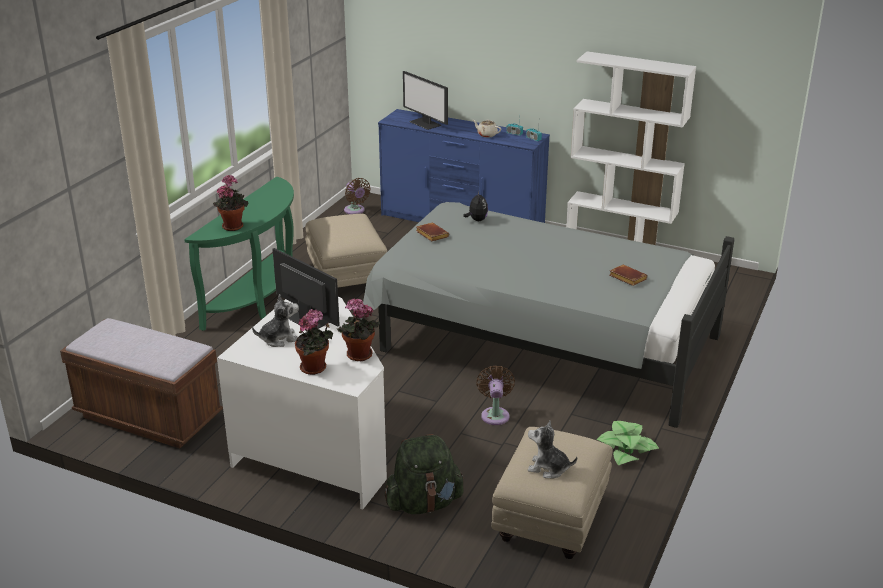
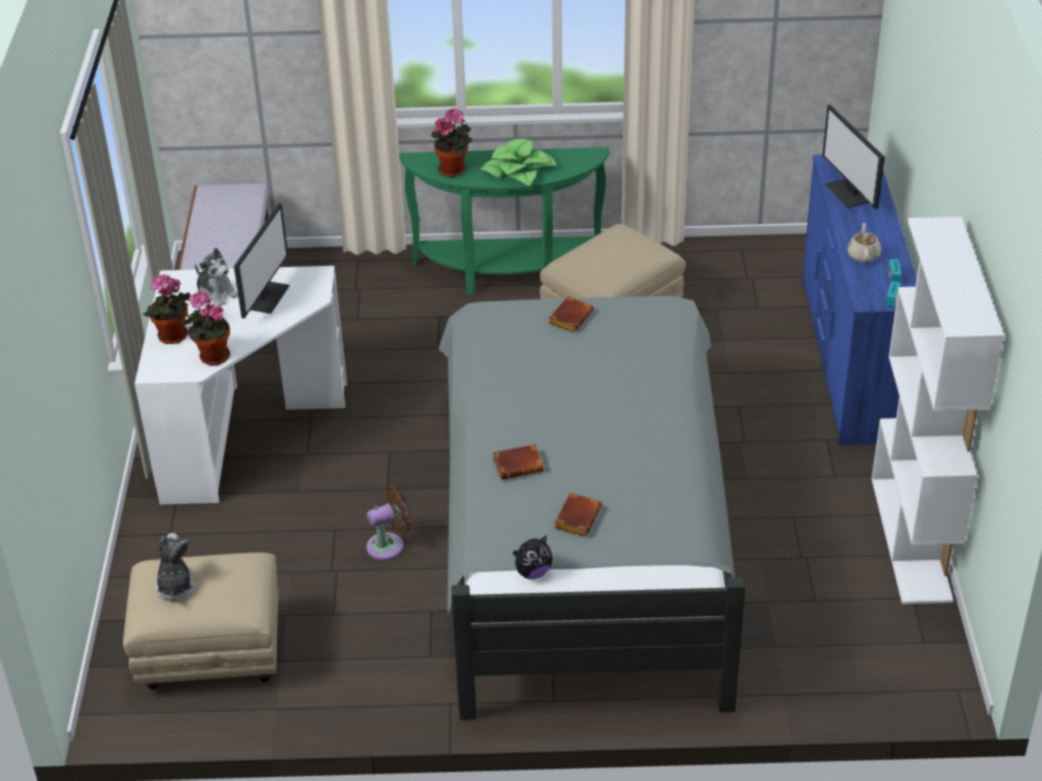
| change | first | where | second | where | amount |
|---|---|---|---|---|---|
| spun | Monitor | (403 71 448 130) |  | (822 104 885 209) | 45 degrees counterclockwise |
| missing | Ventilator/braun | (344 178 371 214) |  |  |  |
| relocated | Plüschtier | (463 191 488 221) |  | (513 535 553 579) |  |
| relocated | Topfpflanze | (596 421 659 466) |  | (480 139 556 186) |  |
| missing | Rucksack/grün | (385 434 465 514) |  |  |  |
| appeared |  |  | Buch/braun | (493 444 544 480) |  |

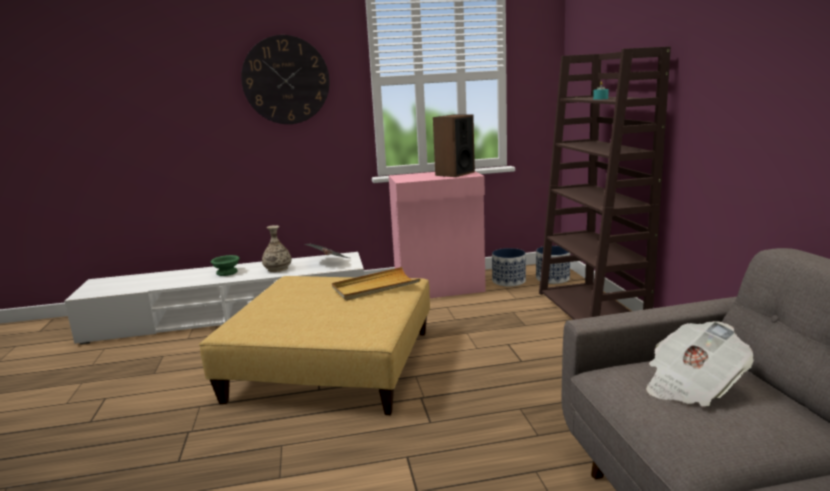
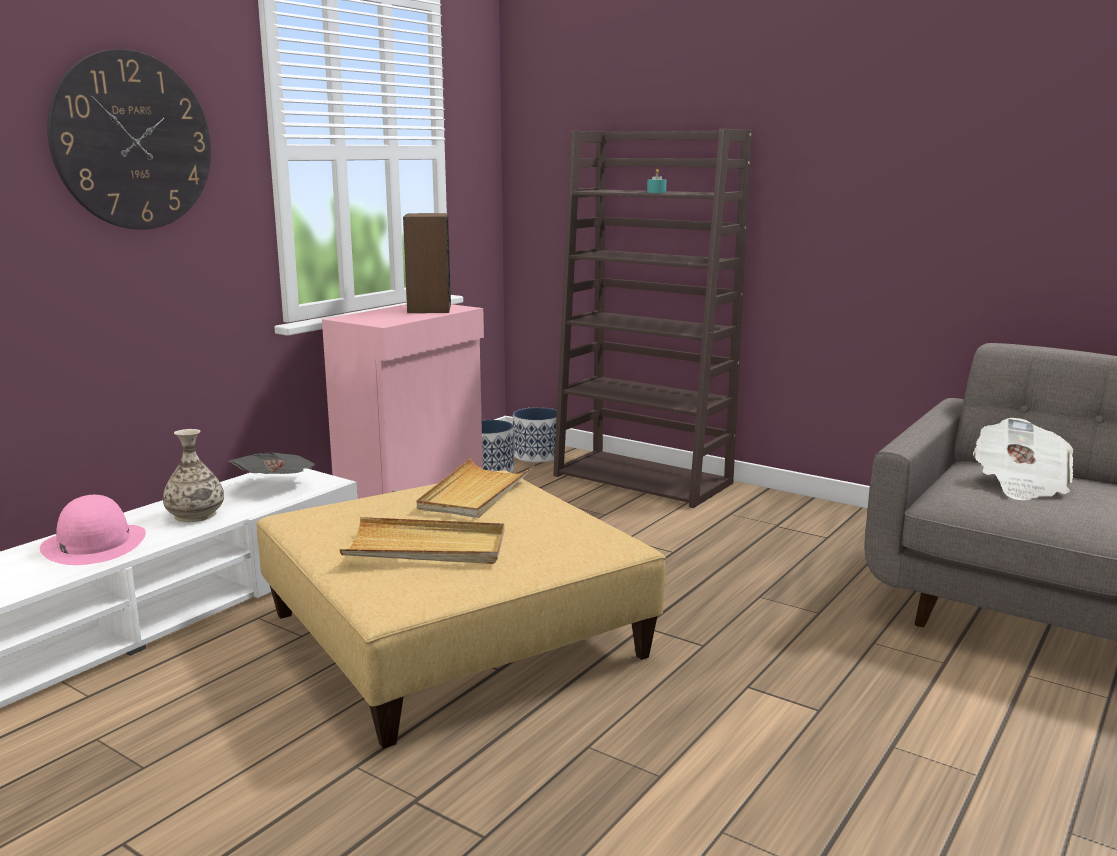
| change | first | where | second | where | amount |
|---|---|---|---|---|---|
| exchanged | Schüssel/grün | (211 255 240 276) | Hut/rosa | (40 495 146 565) |  |
| appeared |  |  | Tablett/beige | (339 517 505 564) |  |

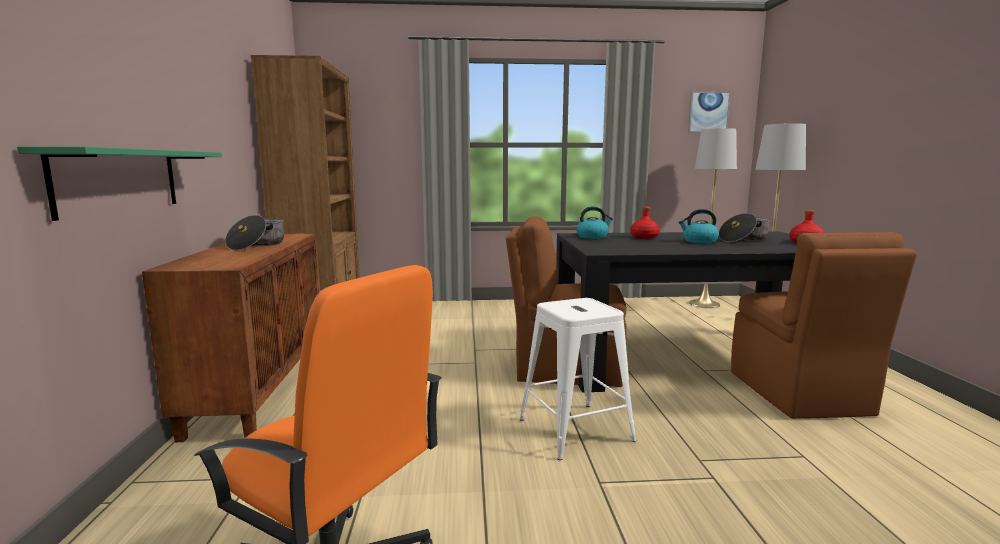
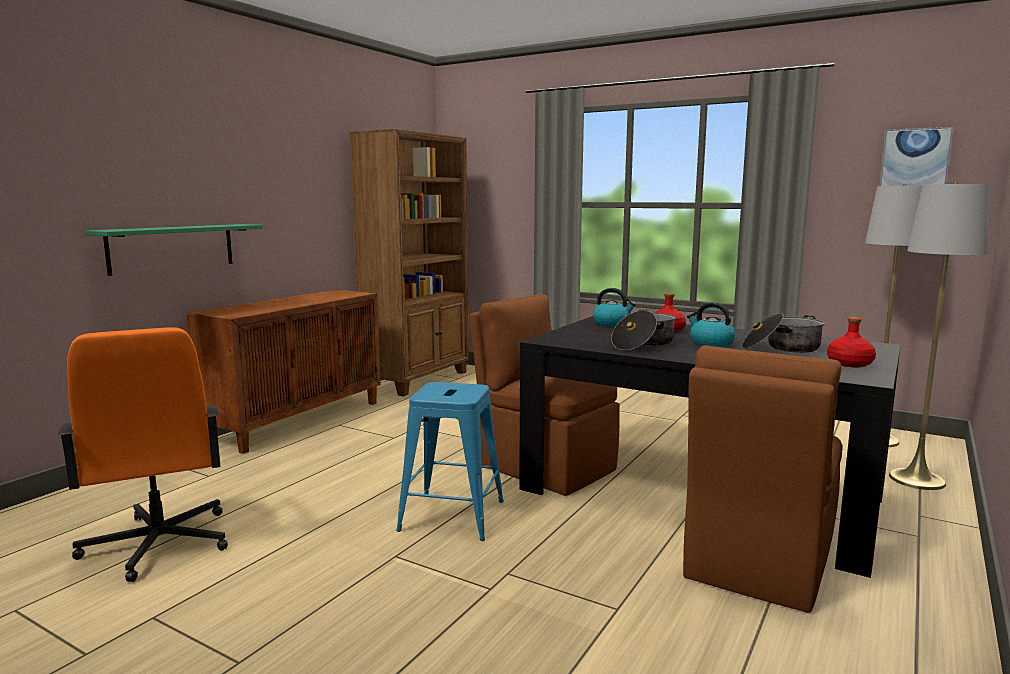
| change | first | where | second | where | amount |
|---|---|---|---|---|---|
| relocated | Kochtopf | (225 215 284 250) |  | (611 309 676 351) |  |
| colour | Hocker/weiß | (519 298 636 460) | Hocker/blau | (396 382 504 541) |  |

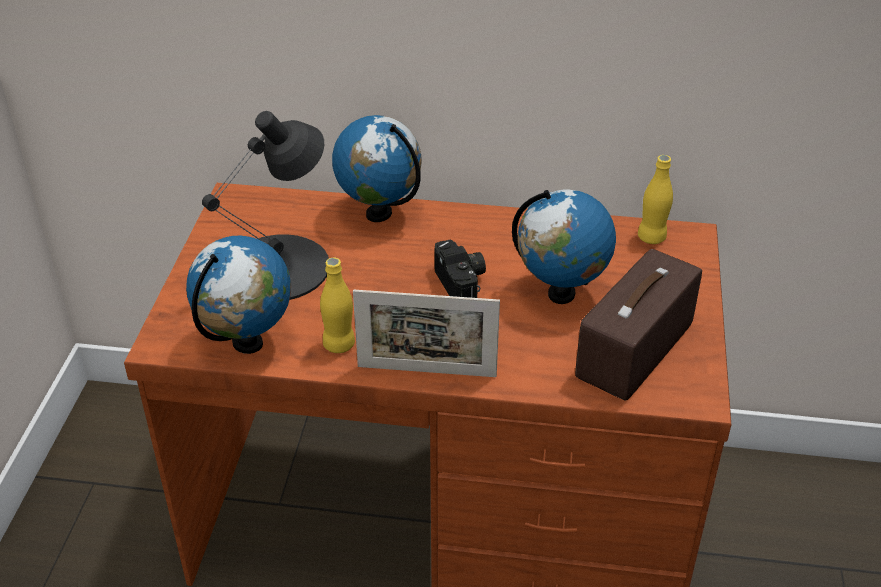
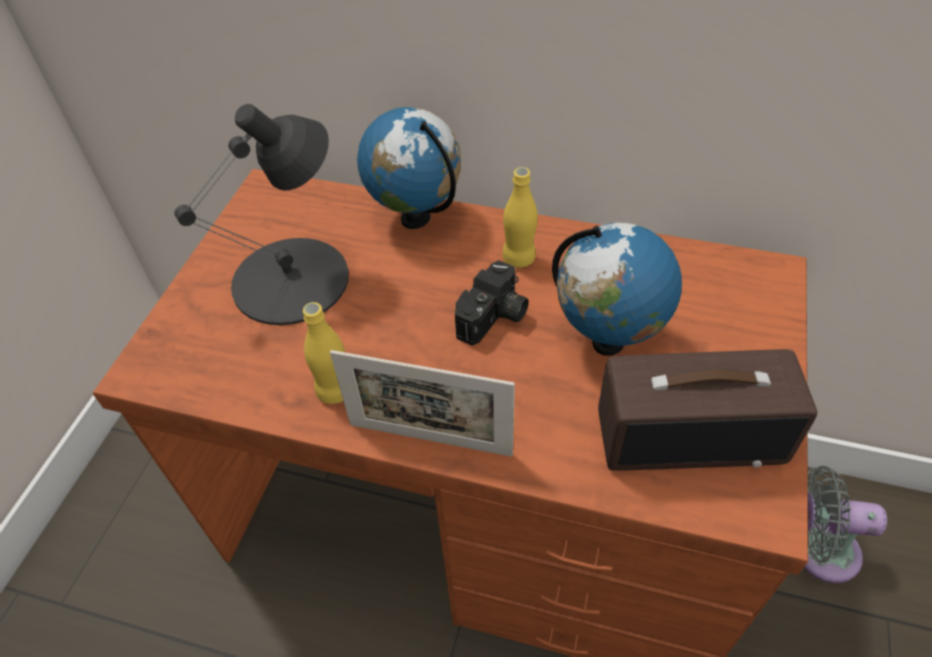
| change | first | where | second | where | amount |
|---|---|---|---|---|---|
| relocated | Flasche/gelb | (638 155 673 244) |  | (502 167 538 268) |  |
| missing | Globus | (186 236 291 354) |  |  |  |
| spun | Kamera | (434 239 486 298) |  | (455 260 529 346) | 45 degrees clockwise |
| spun | Radio | (575 249 702 401) |  | (598 349 817 471) | 135 degrees counterclockwise |
| appeared |  |  | Ventilator/grau | (804 466 887 583) |  |

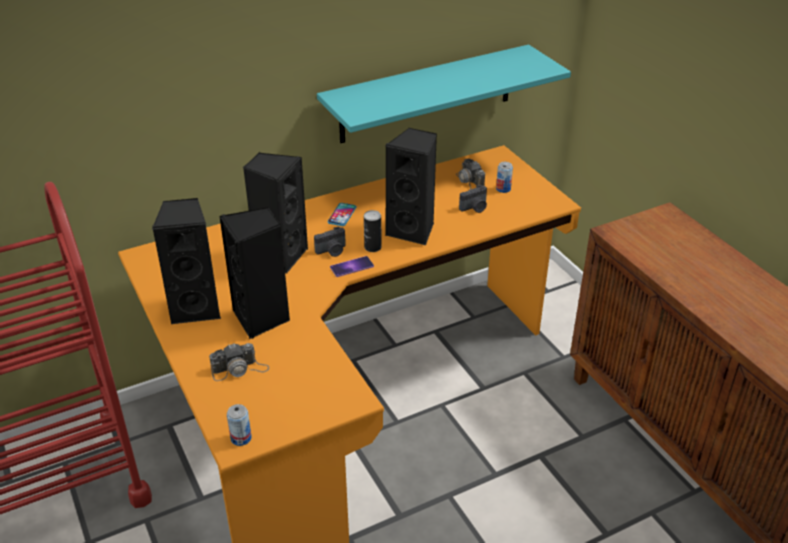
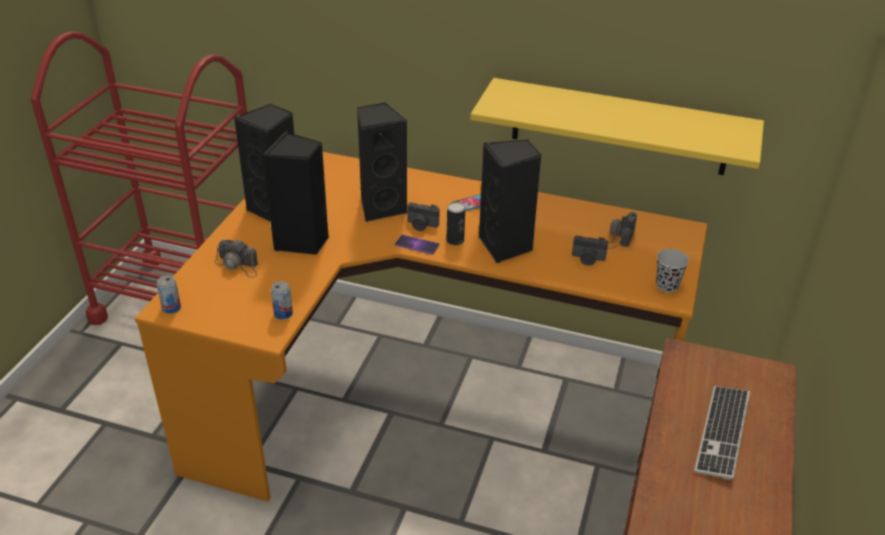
| change | first | where | second | where | amount |
|---|---|---|---|---|---|
| colour | Wandregal/türkis | (317 45 571 143) | Wandregal/gelb | (470 78 764 175) |  |
| relocated | Dose | (496 162 513 193) |  | (271 281 293 319) |  |
| appeared |  |  | Tasse/schwarz | (656 249 689 292) |  |
| appeared |  |  | Tastatur | (694 386 750 480) |  |

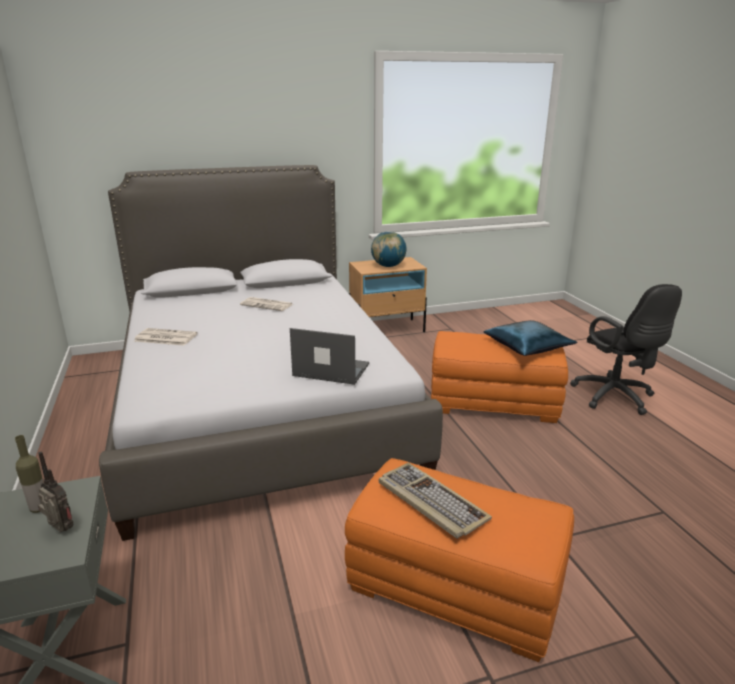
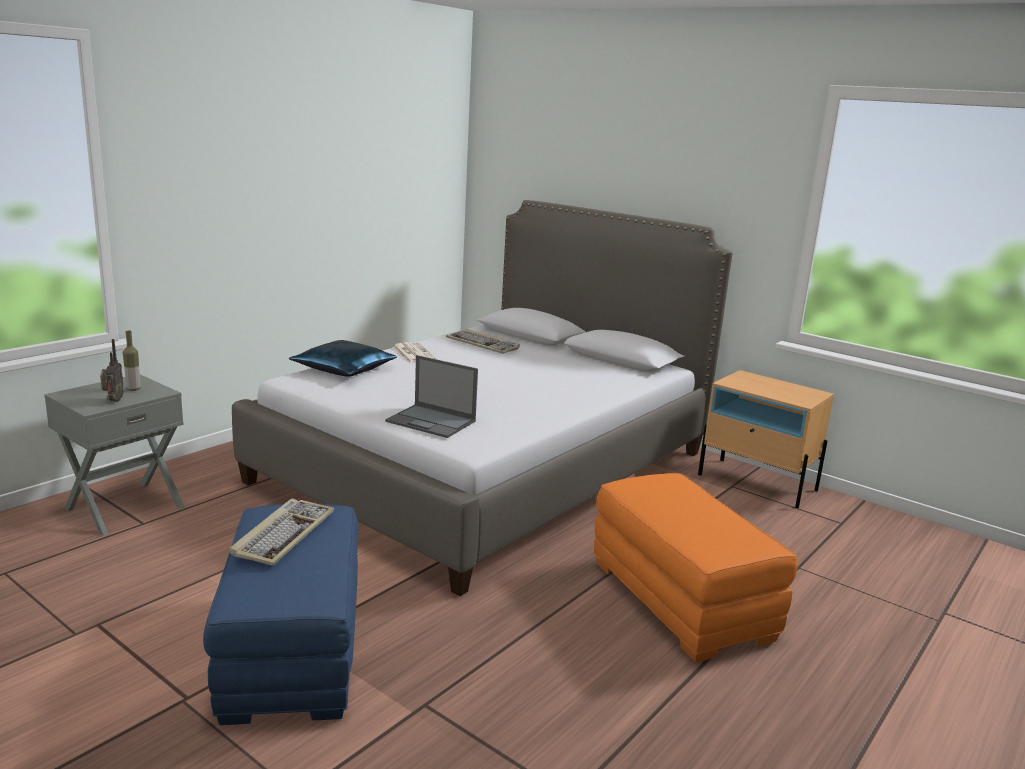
| change | first | where | second | where | amount |
|---|---|---|---|---|---|
| missing | Globus | (371 231 406 267) |  |  |  |
| missing | Bürostuhl/schwarz | (570 284 682 415) |  |  |  |
| missing | Zeitung | (240 297 292 311) |  |  |  |
| relocated | Kissen/blau | (484 320 578 356) |  | (289 340 397 377) |  |
| spun | Laptop | (290 328 369 385) |  | (385 355 478 438) | 135 degrees clockwise |
| colour | Polsterhocker/orange | (345 458 574 662) | Polsterhocker/blau | (203 504 358 725) |  |
| appeared |  |  | Tastatur | (446 329 520 354) |  |

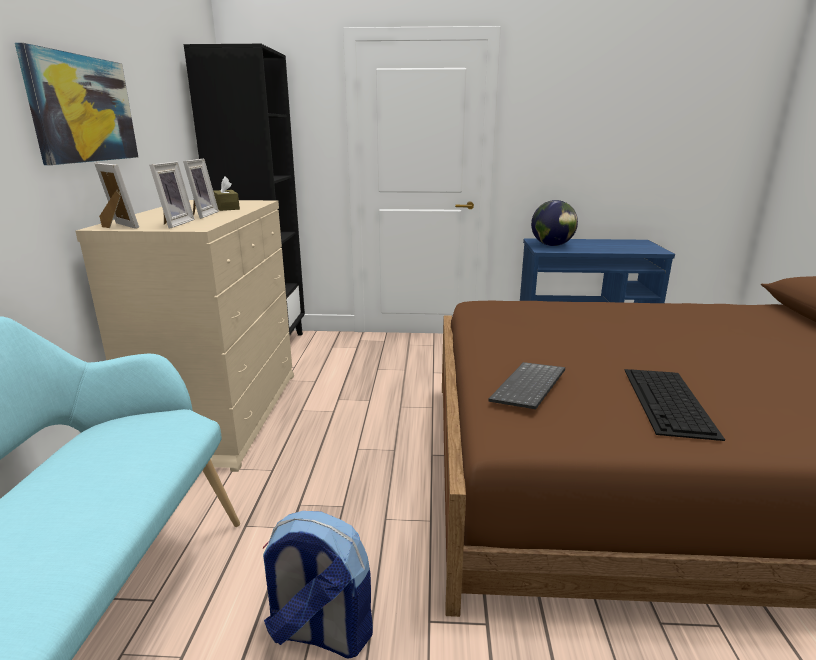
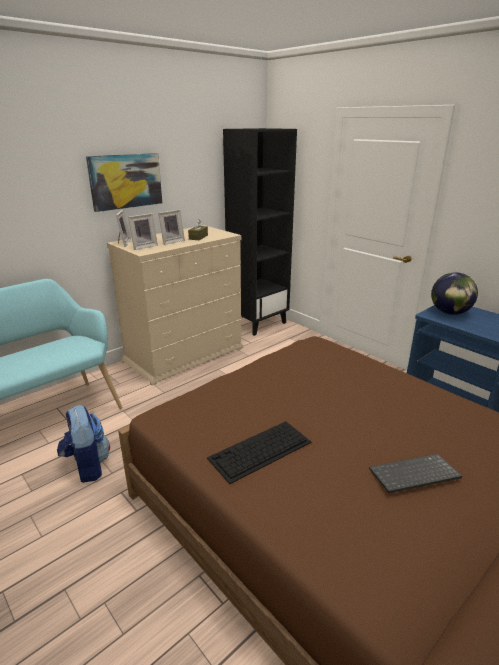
| change | first | where | second | where | amount |
|---|---|---|---|---|---|
| relocated | Tastatur | (488 362 565 409) |  | (369 454 462 493) |  |

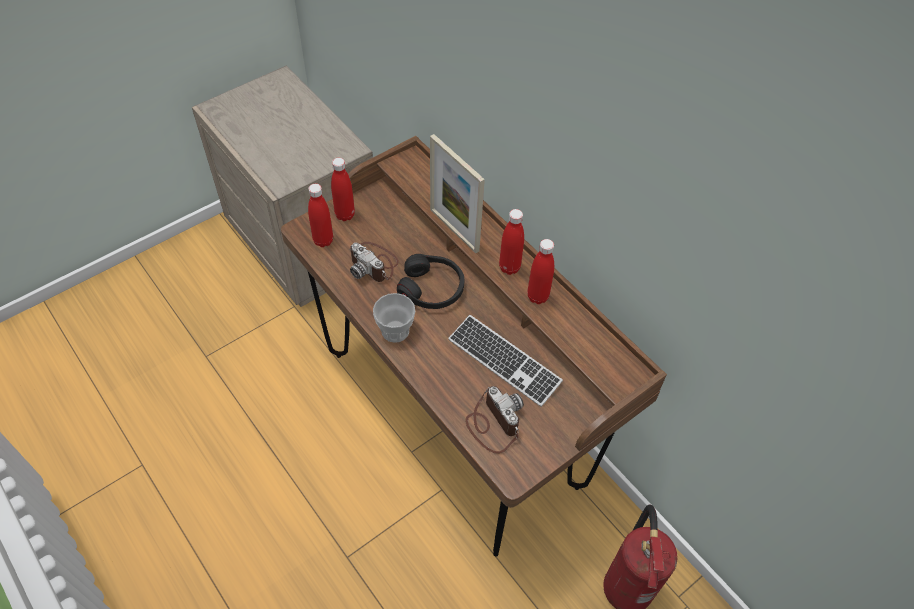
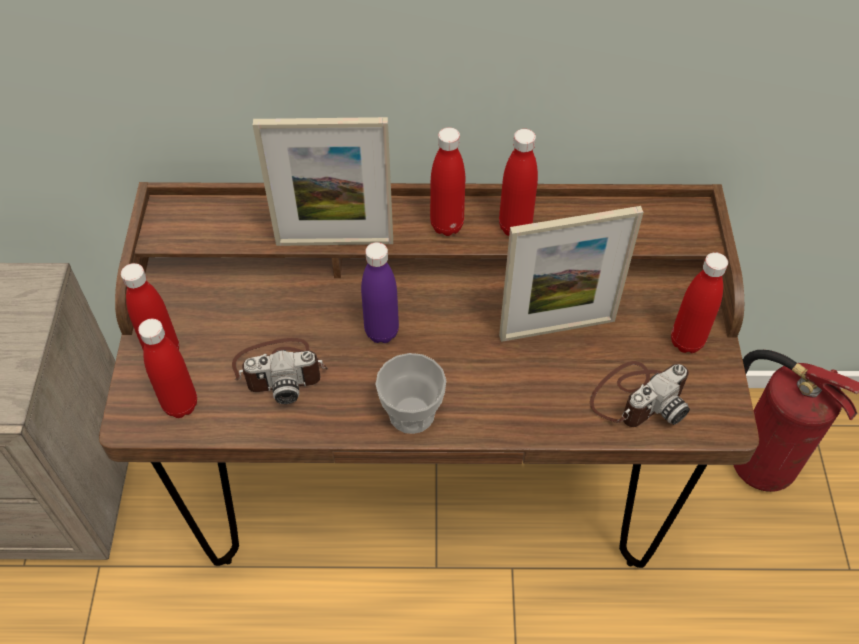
| change | first | where | second | where | amount |
|---|---|---|---|---|---|
| exchanged | Kopfhörer/schwarz | (397 254 464 309) | Flasche/lila | (361 242 399 343) |  |
| exchanged | Tastatur | (448 315 563 407) | Bilderrahmen | (499 206 644 342) |  |
| spun | Kamera | (465 386 524 454) |  | (590 361 690 427) | 135 degrees clockwise |
| appeared |  |  | Flasche/rot | (671 252 728 353) |  |

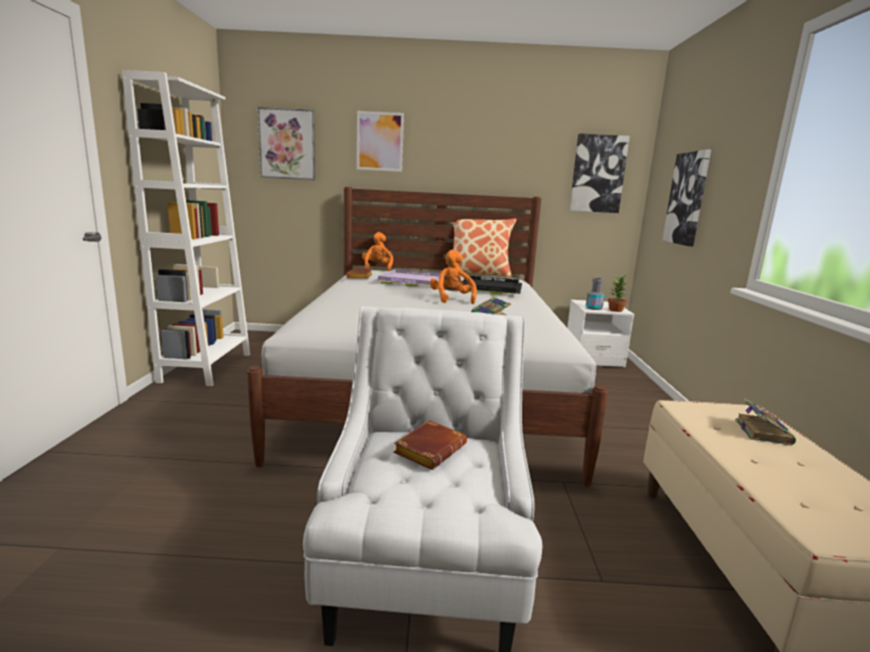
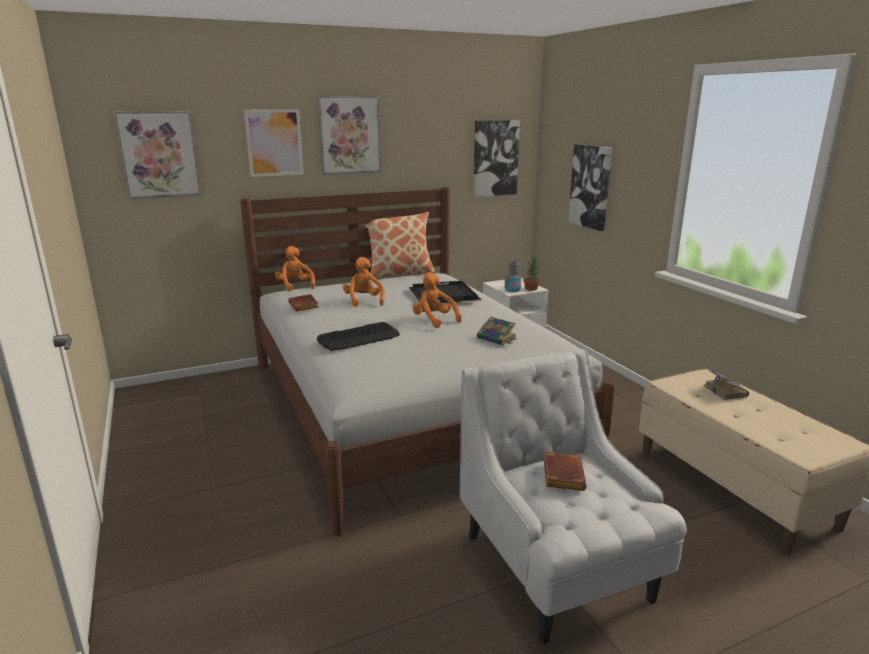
| change | first | where | second | where | amount |
|---|---|---|---|---|---|
| missing | Bücherregal/weiß | (122 70 250 386) |  |  |  |
| exchanged | Tablett/lila | (374 269 440 286) | Plüschtier/orange | (343 257 385 307) |  |
| appeared |  |  | Bild | (317 96 381 175) |  |
| appeared |  |  | Tastatur | (317 322 400 351) |  |

